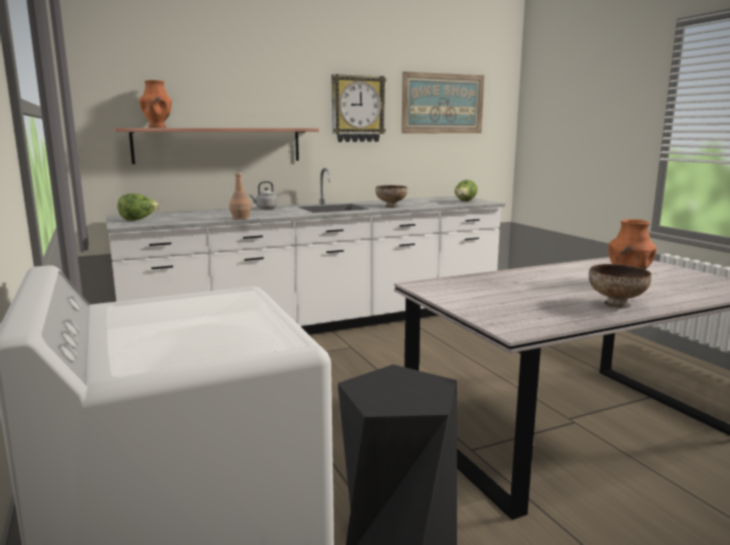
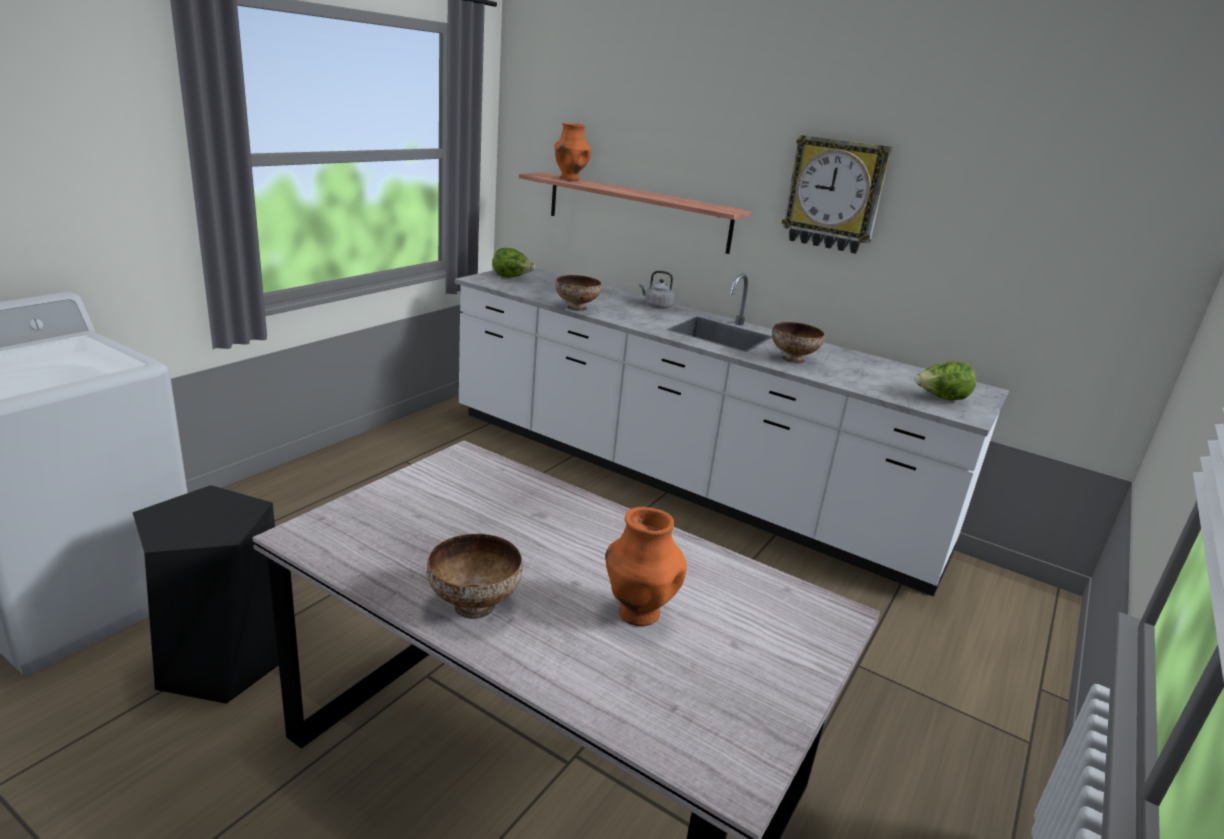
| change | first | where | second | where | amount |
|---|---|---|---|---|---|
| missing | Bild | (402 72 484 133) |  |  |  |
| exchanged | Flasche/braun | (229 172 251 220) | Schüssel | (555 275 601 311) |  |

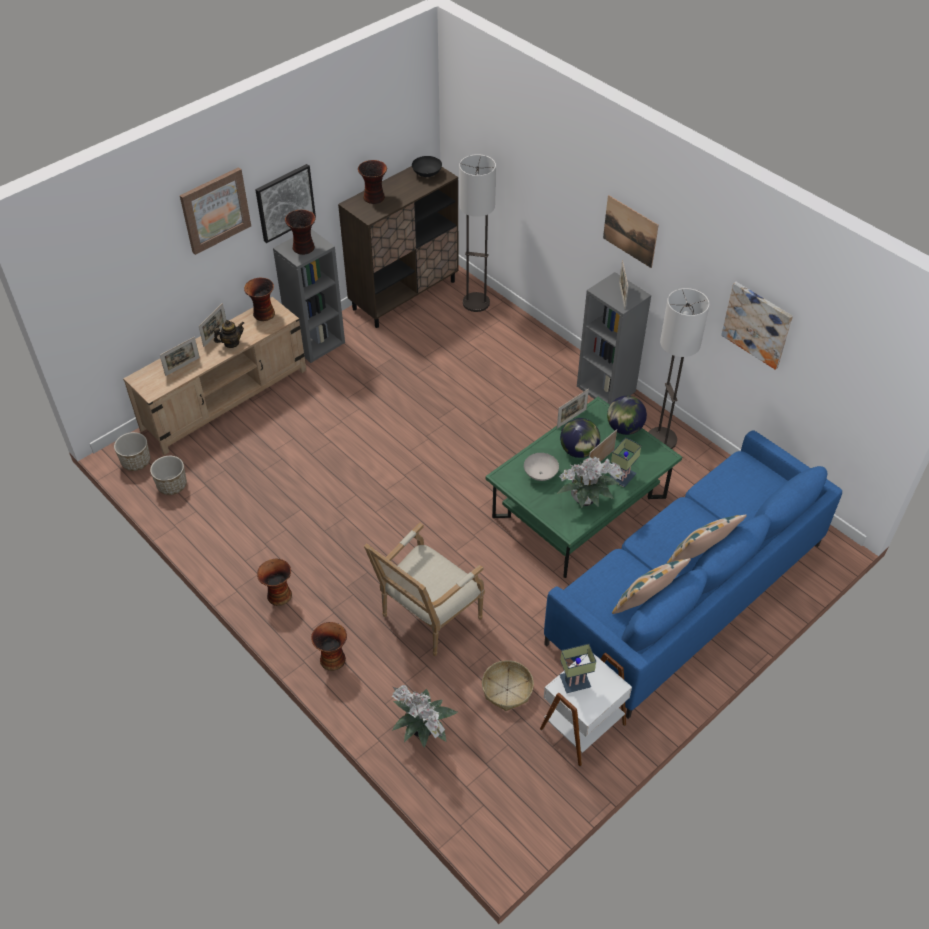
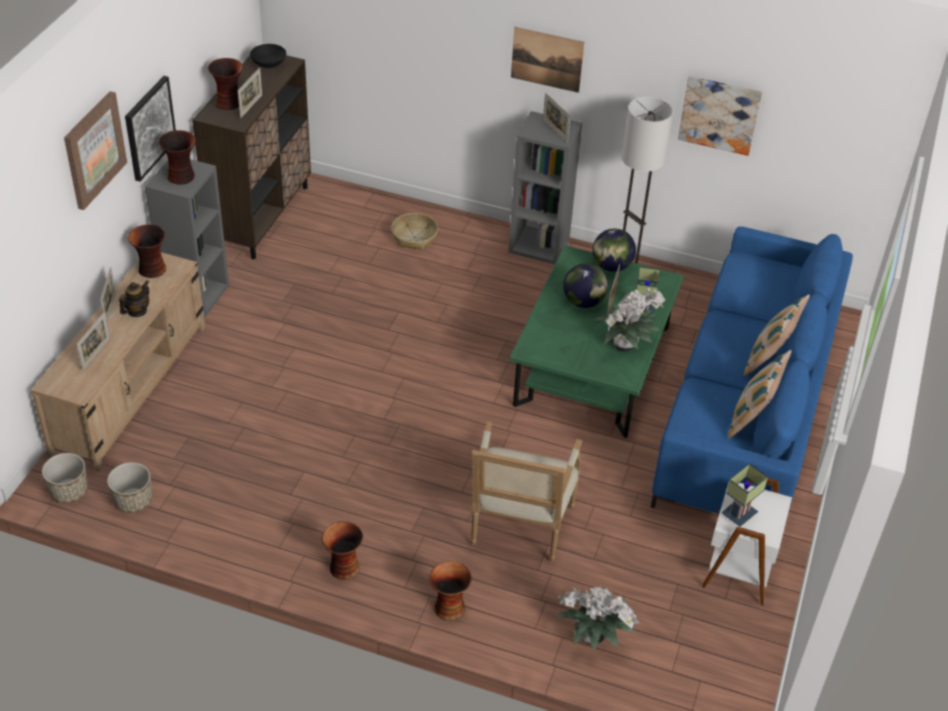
| change | first | where | second | where | amount |
|---|---|---|---|---|---|
| missing | Stehlampe | (459 154 496 312) |  |  |  |
| relocated | Bilderrahmen | (557 389 589 429) |  | (238 67 262 118) |  |
| missing | Schüssel/weiß | (524 453 559 481) |  |  |  |
| relocated | Korb | (482 660 534 711) |  | (391 213 438 250) |  |

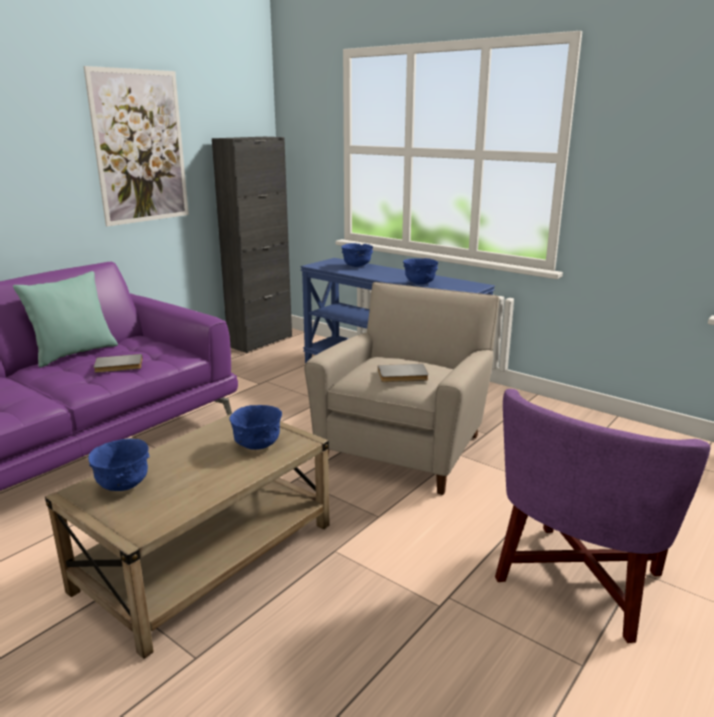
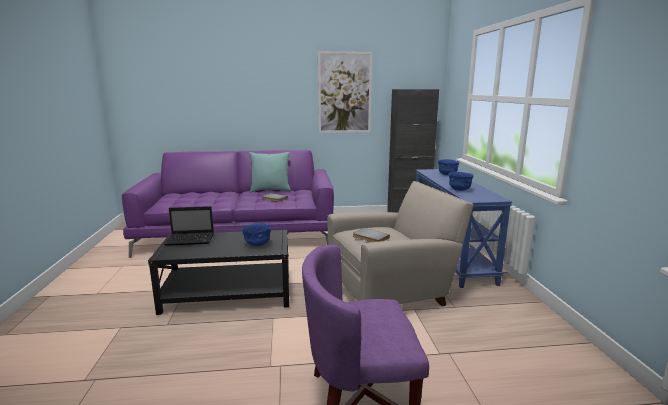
| change | first | where | second | where | amount |
|---|---|---|---|---|---|
| colour | Couchtisch/beige | (45 414 329 659) | Couchtisch/schwarz | (148 230 289 315) |  |
| exchanged | Schüssel/blau | (88 438 150 491) | Laptop | (164 206 214 246) |  |

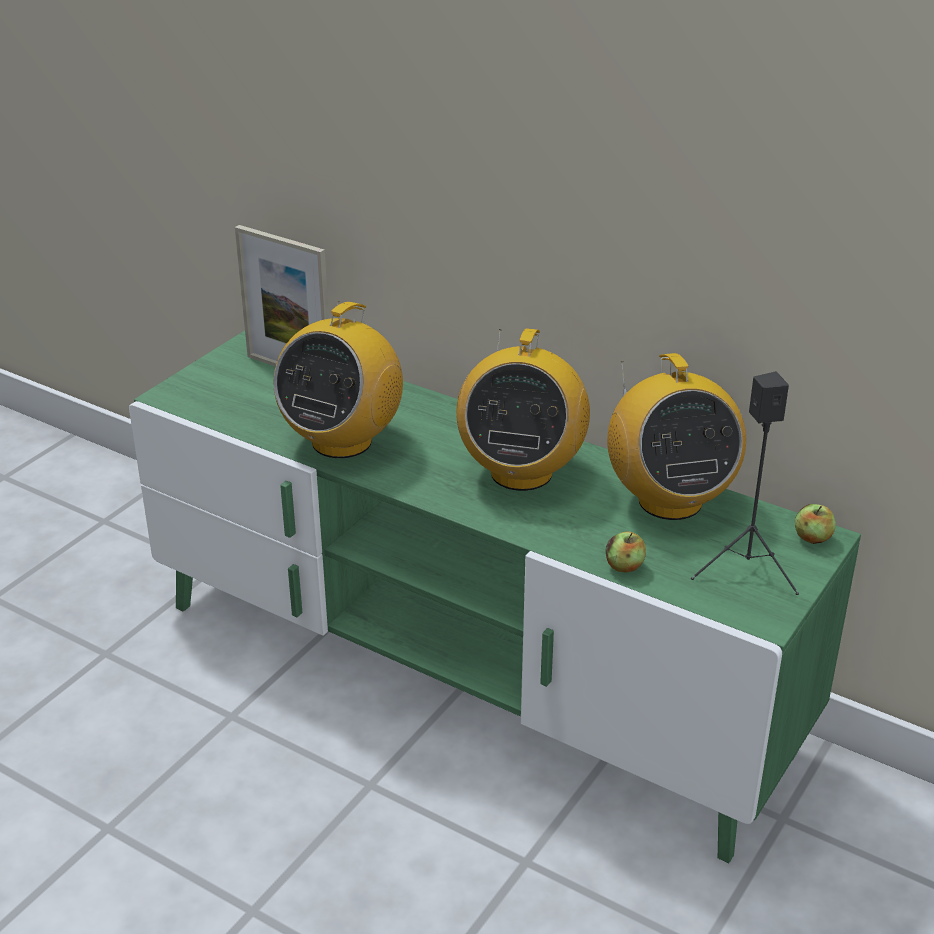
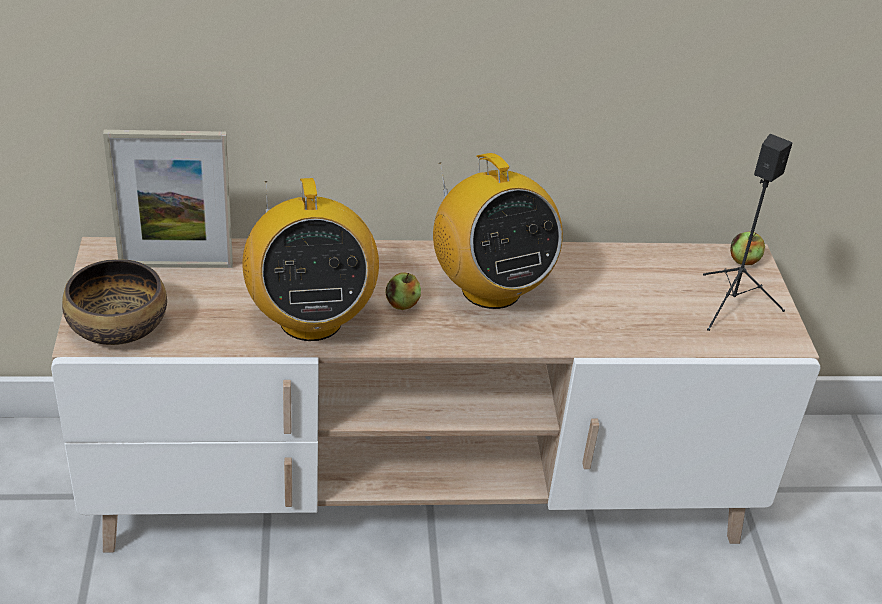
| change | first | where | second | where | amount |
|---|---|---|---|---|---|
| colour | Fernsehschrank/grün | (129 330 861 863) | Fernsehschrank/beige | (51 237 821 553) |  |
| missing | Radio | (607 353 746 520) |  |  |  |
| relocated | Apfel | (606 532 646 573) |  | (385 272 421 310) |  |
| appeared |  |  | Schüssel | (62 259 167 345) |  |

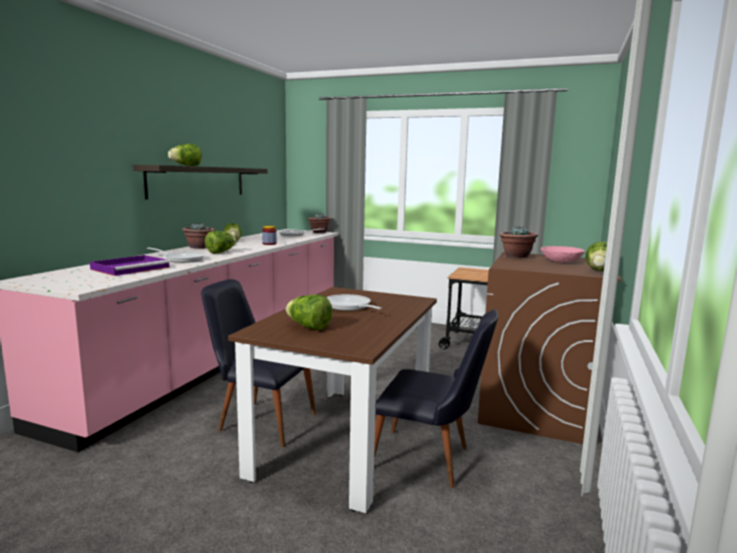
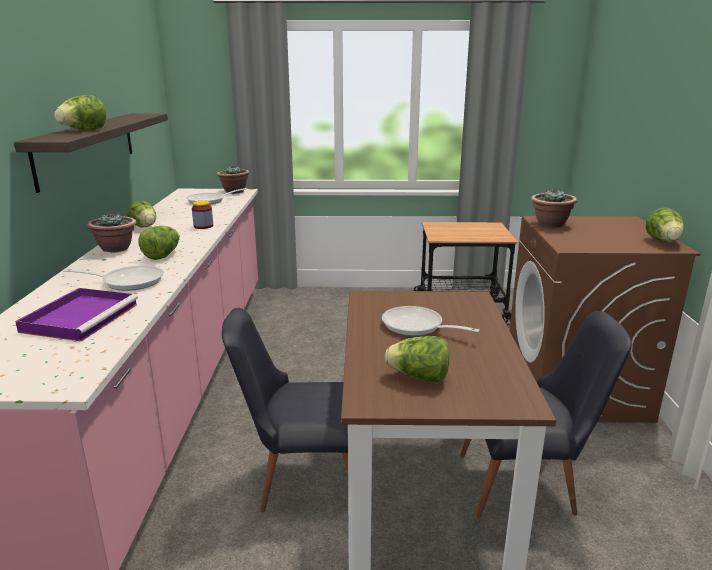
| change | first | where | second | where | amount |
|---|---|---|---|---|---|
| missing | Schüssel/rosa | (541 246 585 263) |  |  |  |

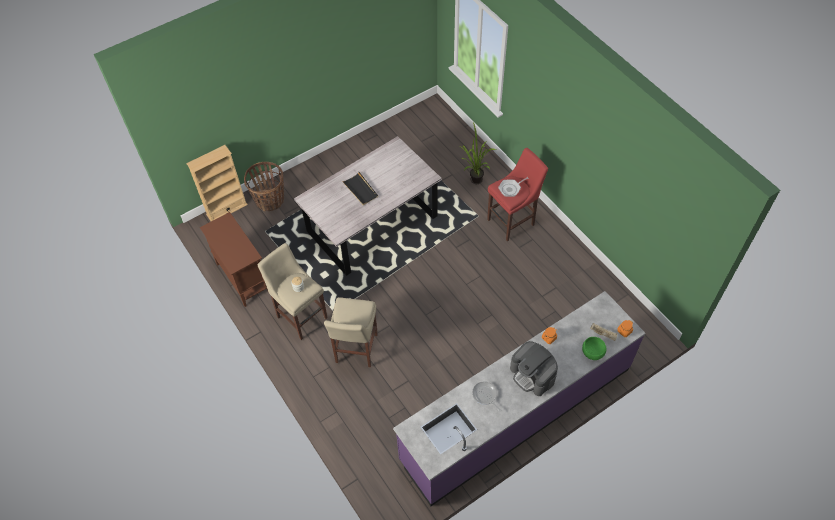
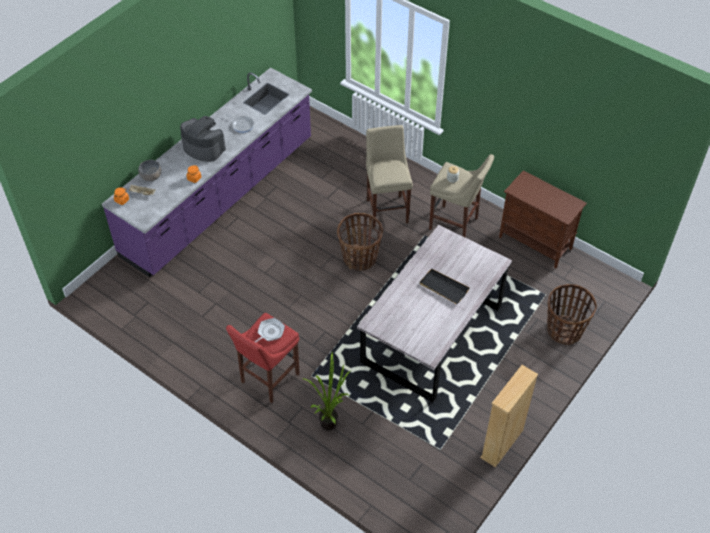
| change | first | where | second | where | amount |
|---|---|---|---|---|---|
| relocated | Bücherregal/beige | (186 145 248 221) |  | (480 365 538 467) |  |
| colour | Schüssel/grün | (582 337 607 360) | Schüssel/grau | (138 160 161 181) |  |
| appeared |  |  | Korb | (337 213 383 271) |  |

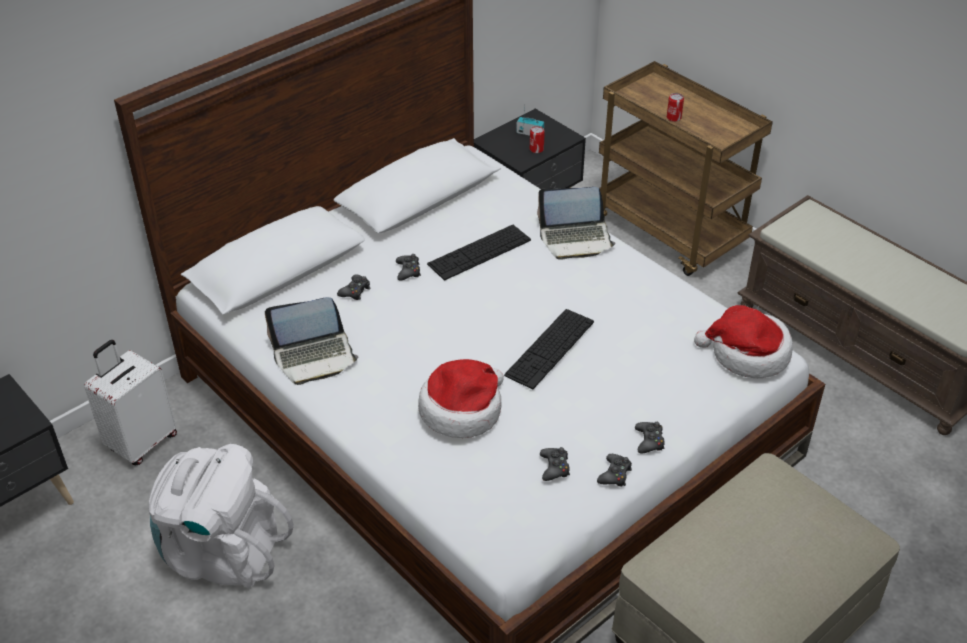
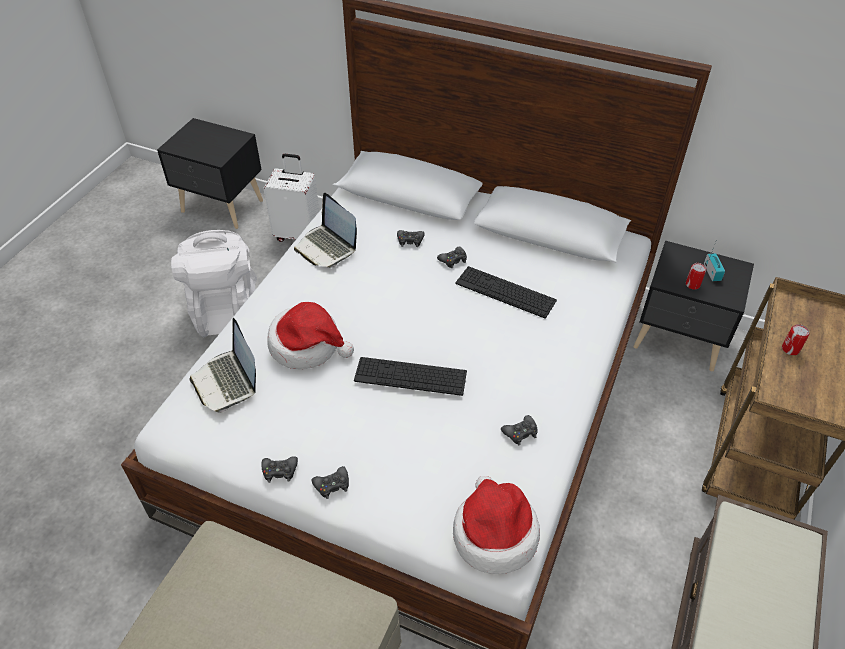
| change | first | where | second | where | amount |
|---|---|---|---|---|---|
| relocated | Laptop | (537 187 616 260) |  | (190 318 256 413) |  |
| relocated | Gamepad/schwarz | (540 447 570 481) |  | (501 415 538 445) |  |

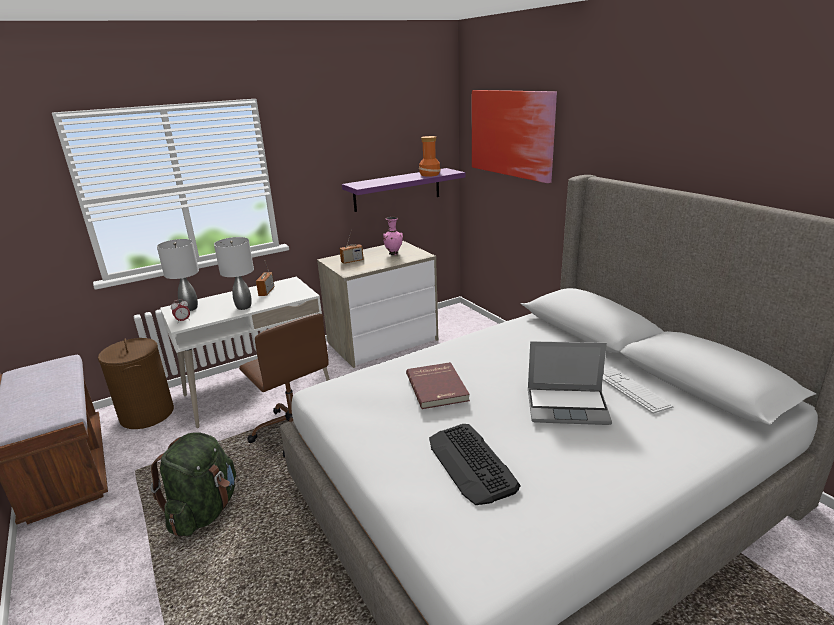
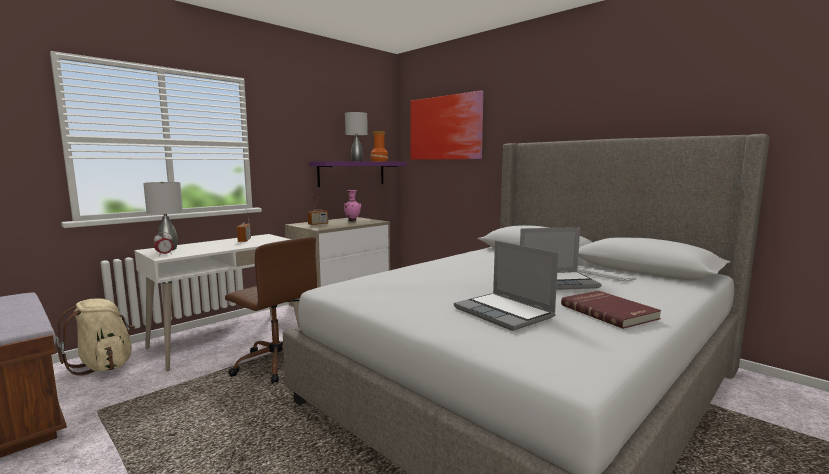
| change | first | where | second | where | amount |
|---|---|---|---|---|---|
| relocated | Tischlampe/grau | (214 237 254 310) |  | (345 112 368 161) |  |
| exchanged | Wäschekorb/braun | (98 338 174 429) | Rucksack/beige | (56 298 135 376) |  |
| relocated | Buch/rot | (406 362 470 409) |  | (561 291 662 329) |  |
| exchanged | Tastatur | (429 424 520 505) | Laptop | (454 241 558 331) |  |
| missing | Rucksack/grün | (151 432 236 536) |  |  |  |

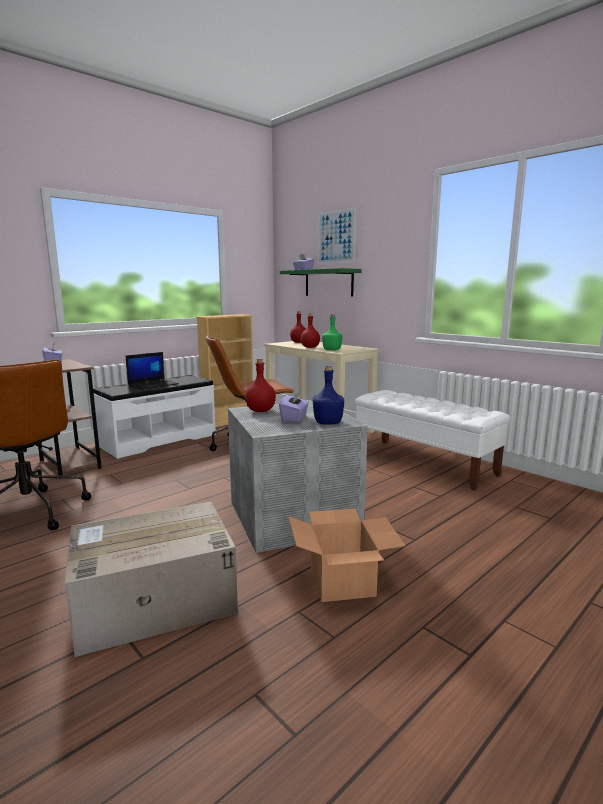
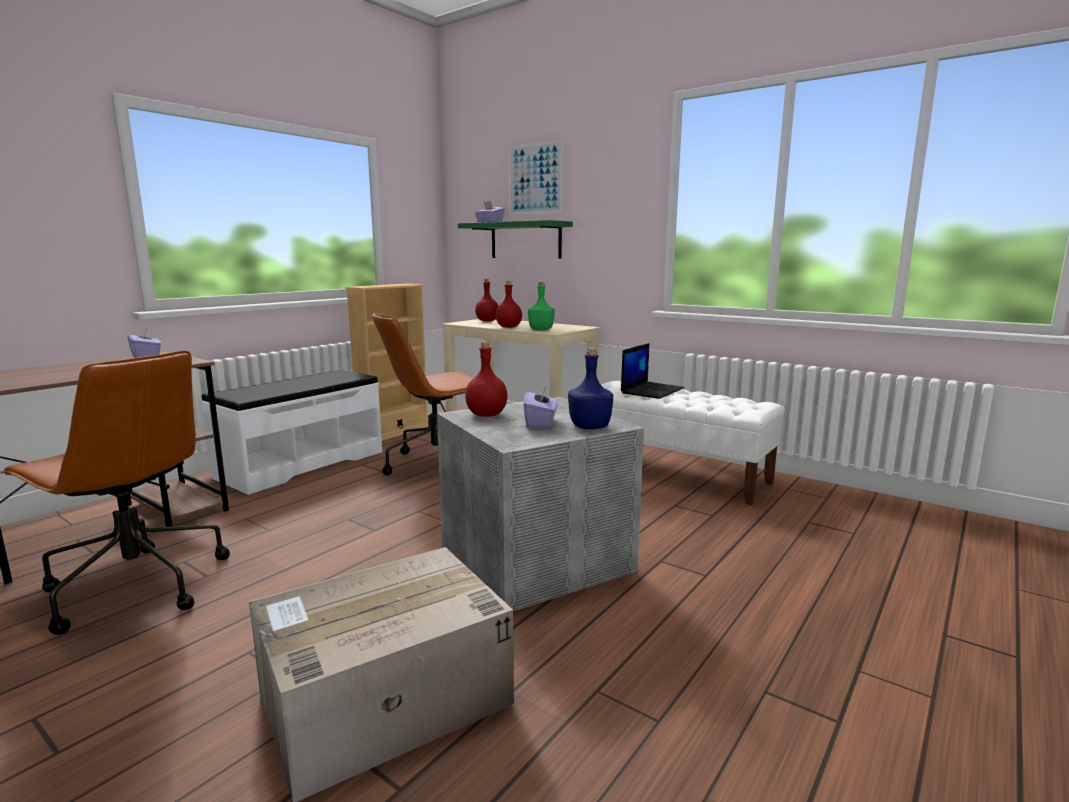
| change | first | where | second | where | amount |
|---|---|---|---|---|---|
| relocated | Laptop | (126 352 179 390) |  | (621 343 684 399) |  |
| missing | Karton | (288 509 405 602) |  |  |  |

